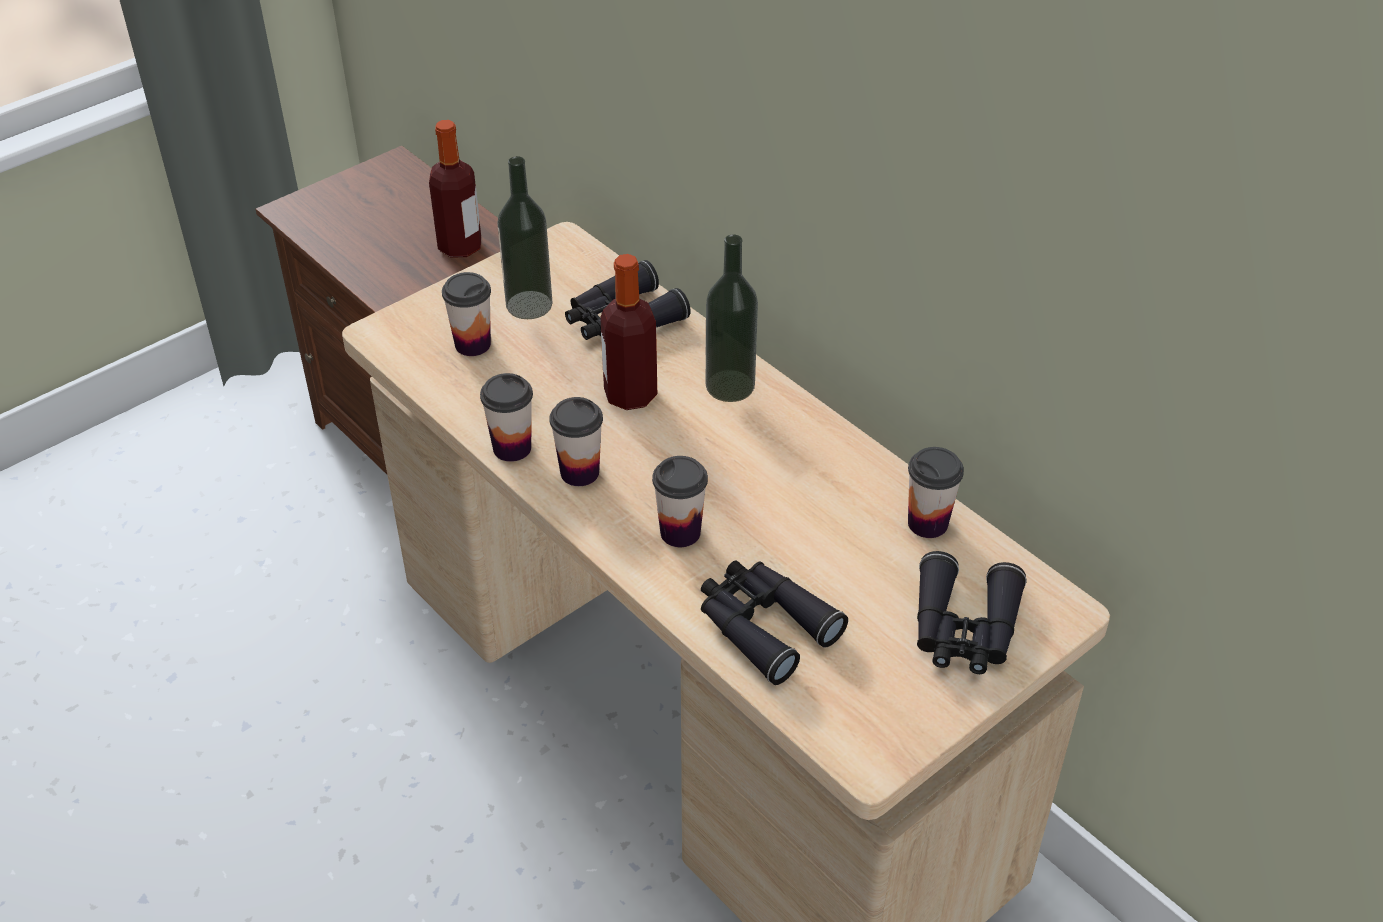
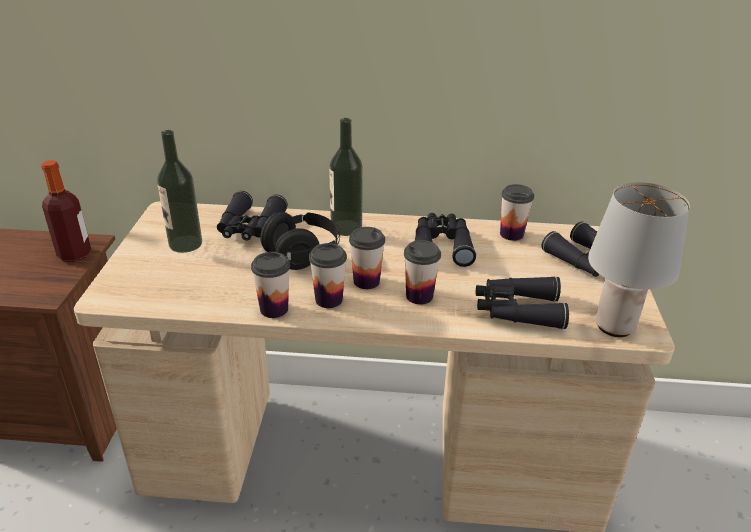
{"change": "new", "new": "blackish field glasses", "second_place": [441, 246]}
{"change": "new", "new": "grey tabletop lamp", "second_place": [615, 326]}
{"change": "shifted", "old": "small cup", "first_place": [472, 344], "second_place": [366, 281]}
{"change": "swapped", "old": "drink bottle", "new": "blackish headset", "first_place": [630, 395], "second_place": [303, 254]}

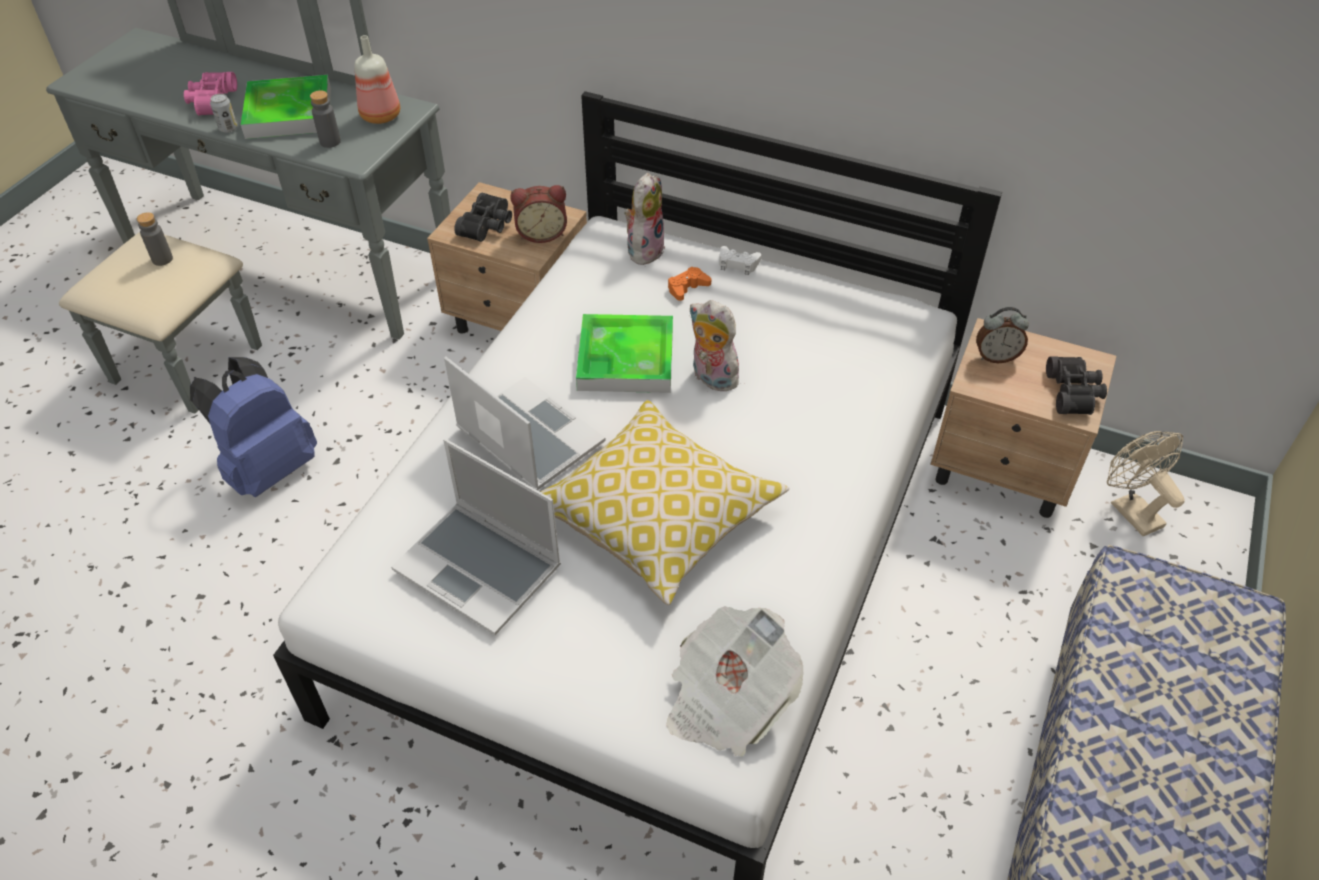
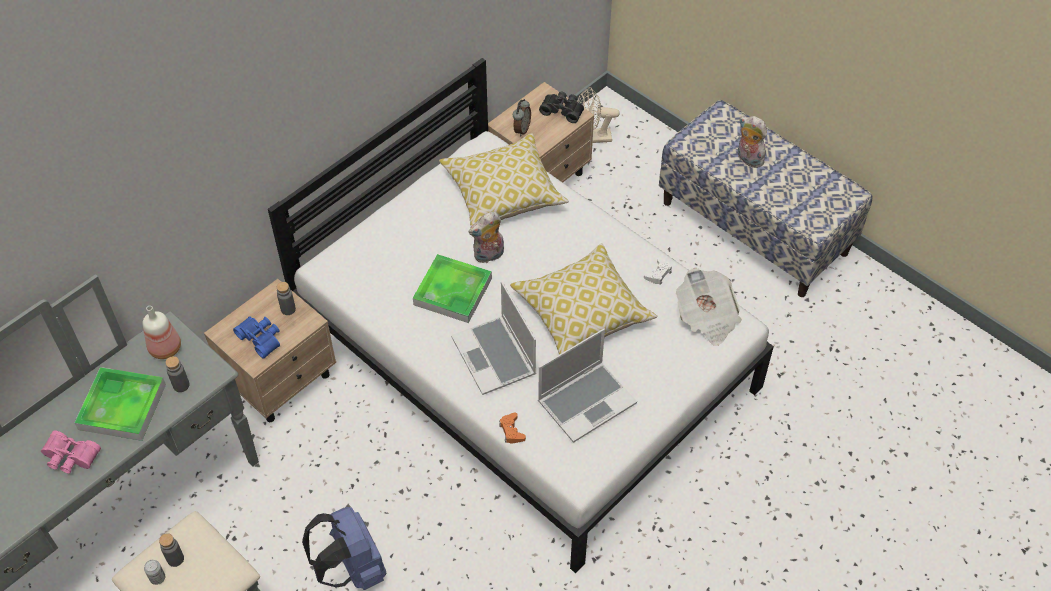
{"change": "new", "new": "cushion", "second_place": [503, 193]}
{"change": "shifted", "old": "can", "first_place": [228, 128], "second_place": [157, 578]}
{"change": "shifted", "old": "soft toy", "first_place": [644, 249], "second_place": [747, 159]}
{"change": "shifted", "old": "orange game controller", "first_place": [687, 288], "second_place": [511, 431]}
{"change": "shifted", "old": "whitish game controller", "first_place": [738, 264], "second_place": [658, 274]}
{"change": "swapped", "old": "bedside clock", "new": "grey drink bottle", "first_place": [541, 233], "second_place": [288, 309]}
{"change": "repainted", "old": "blackish field glasses", "new": "blue field glasses", "first_place": [488, 226], "second_place": [261, 338]}
{"change": "rotated", "old": "notebook computer", "first_place": [527, 436], "second_place": [495, 357], "degrees": -90}

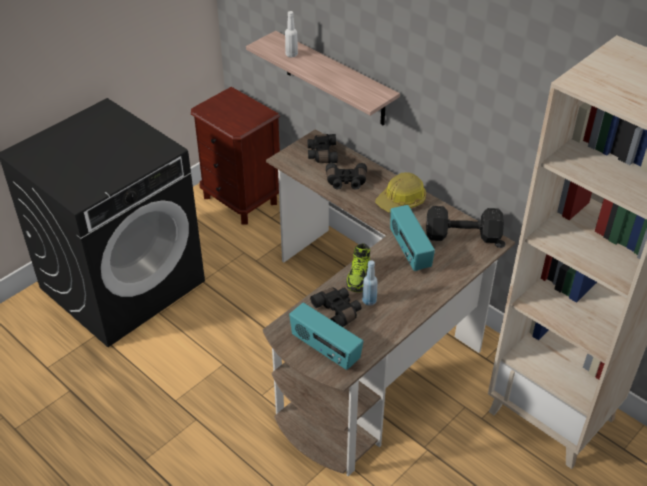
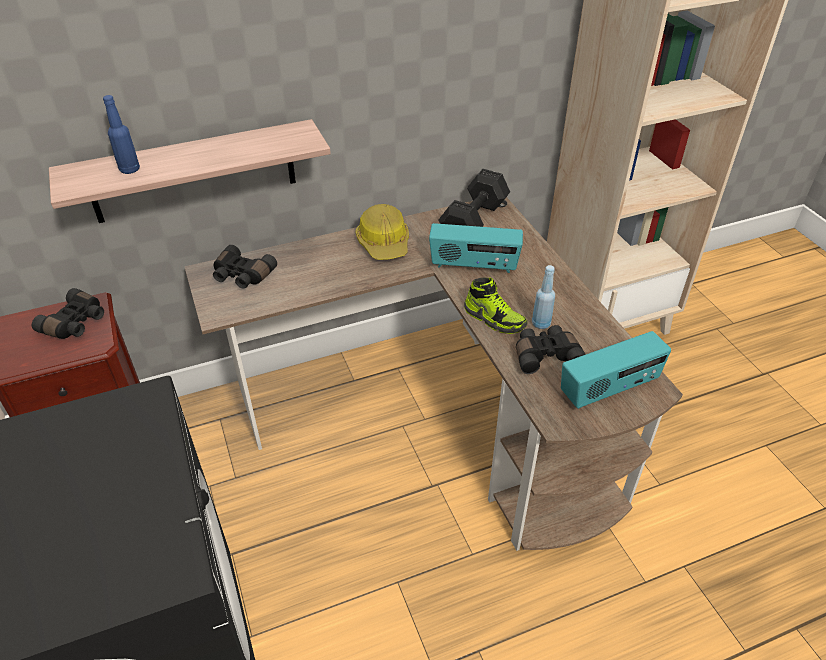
{"change": "shifted", "old": "blackish field glasses", "first_place": [346, 182], "second_place": [76, 323]}
{"change": "repainted", "old": "whitish drink bottle", "new": "blue drink bottle", "first_place": [291, 54], "second_place": [130, 169]}

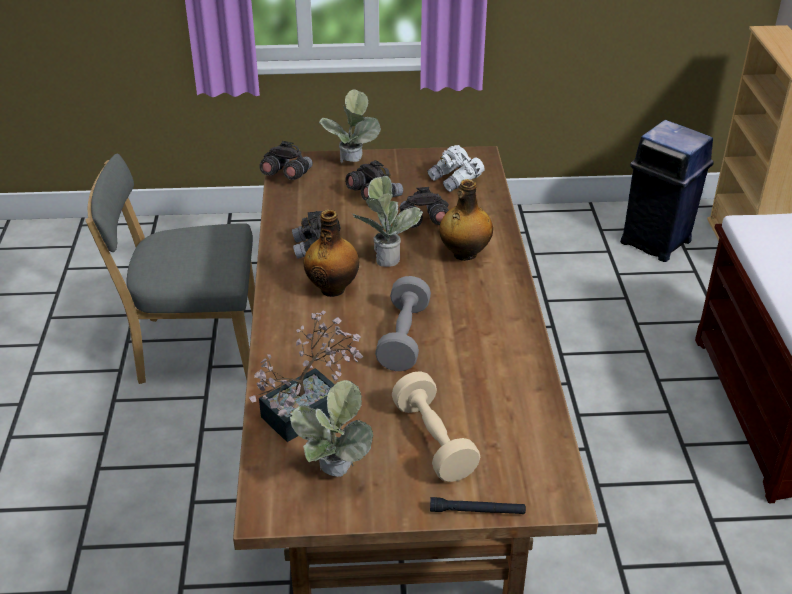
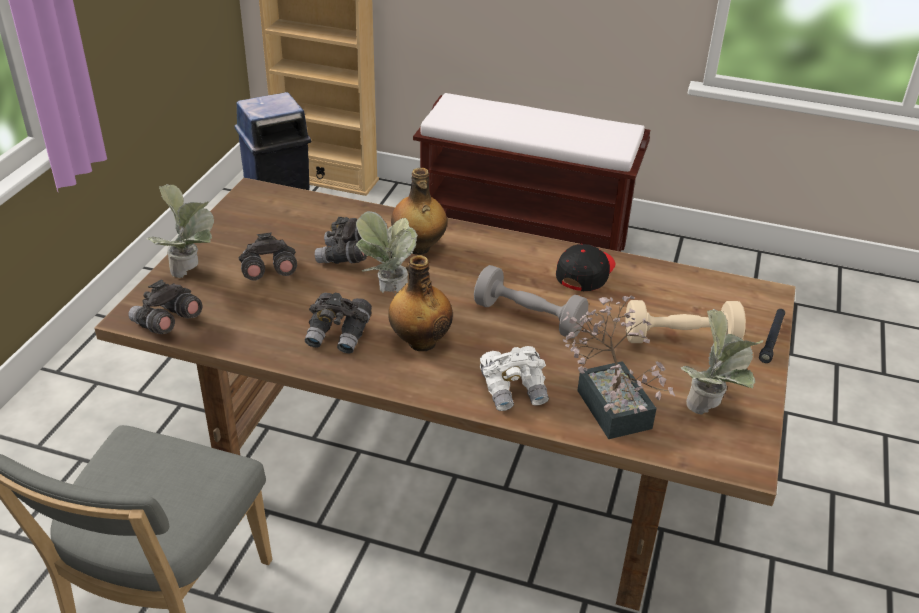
{"change": "new", "new": "blackish cap", "second_place": [585, 273]}
{"change": "shifted", "old": "whitish field glasses", "first_place": [456, 180], "second_place": [514, 390]}

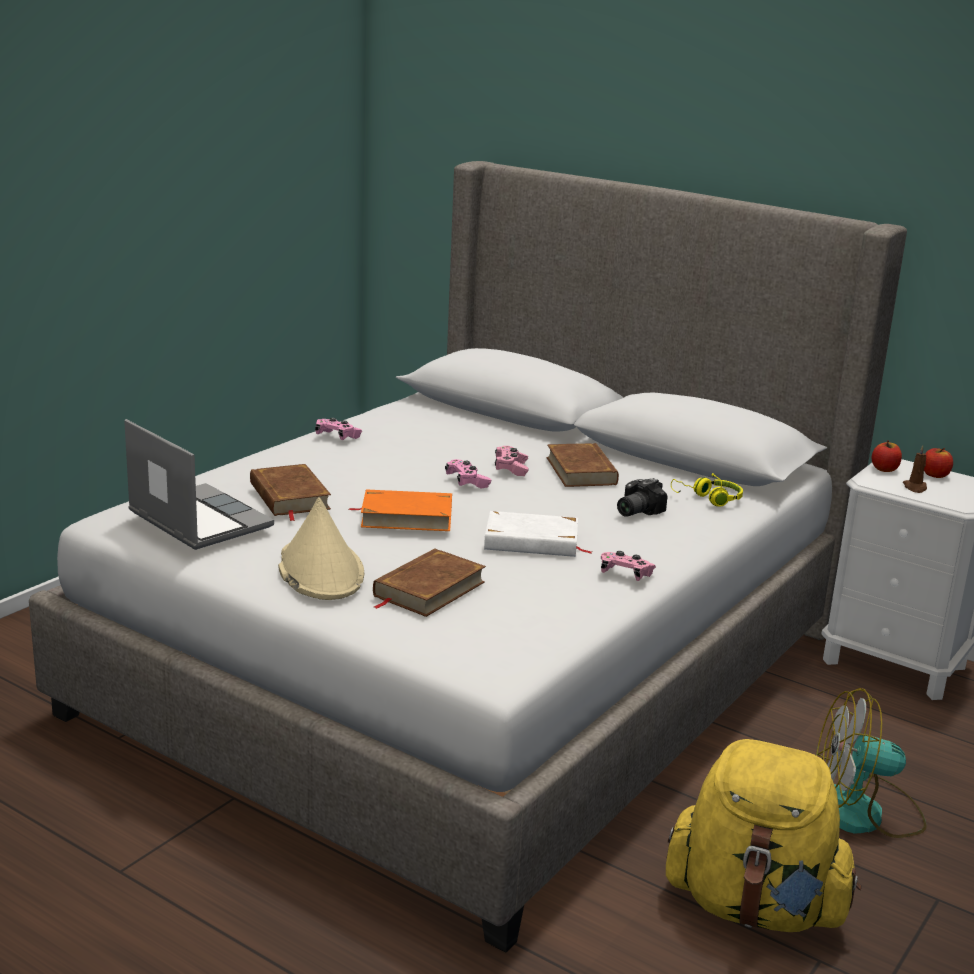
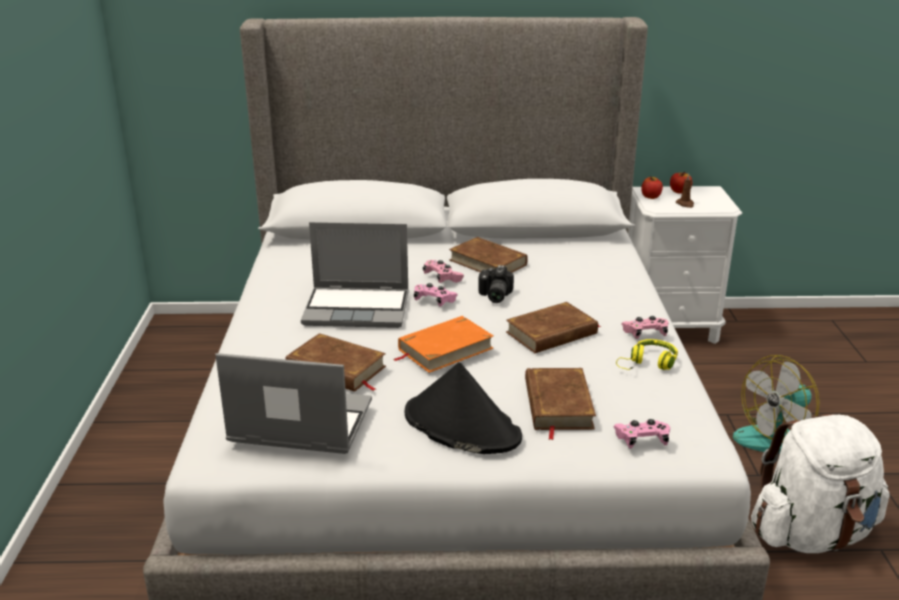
{"change": "new", "new": "notebook computer", "second_place": [358, 309]}
{"change": "shifted", "old": "pink-coloured game controller", "first_place": [337, 437], "second_place": [641, 440]}
{"change": "shifted", "old": "still camera", "first_place": [635, 511], "second_place": [493, 296]}
{"change": "shifted", "old": "yellowish headset", "first_place": [709, 499], "second_place": [648, 363]}
{"change": "repainted", "old": "beige wearable hat", "new": "blackish wearable hat", "first_place": [320, 570], "second_place": [461, 426]}
{"change": "repainted", "old": "whitish book", "new": "brown book", "first_place": [532, 541], "second_place": [552, 333]}
{"change": "repainted", "old": "yellowish rucksack", "new": "whitish rucksack", "first_place": [754, 907], "second_place": [811, 534]}

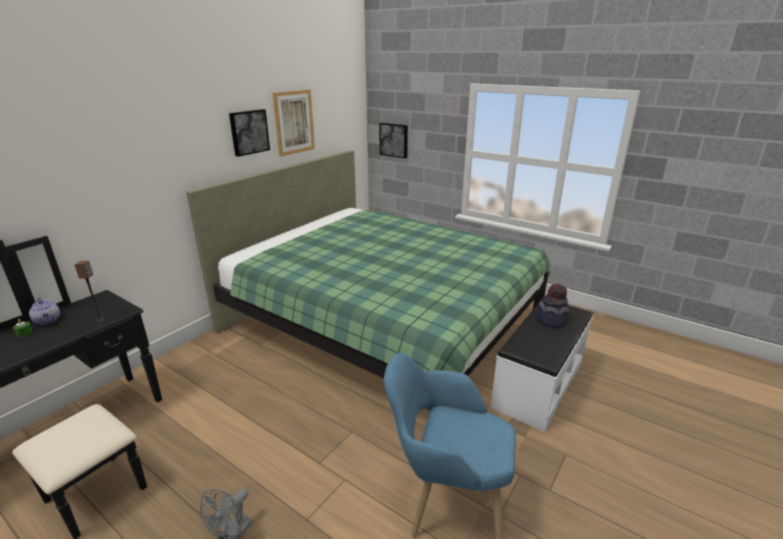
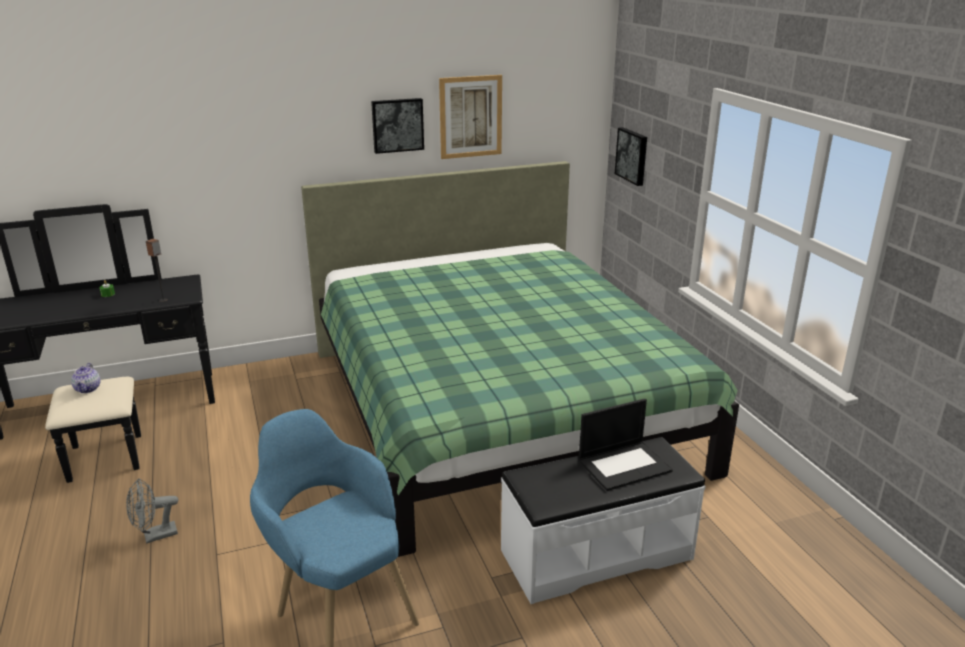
{"change": "shifted", "old": "pot for tea", "first_place": [48, 320], "second_place": [88, 389]}
{"change": "swapped", "old": "wearable hat", "new": "notebook computer", "first_place": [551, 320], "second_place": [624, 465]}

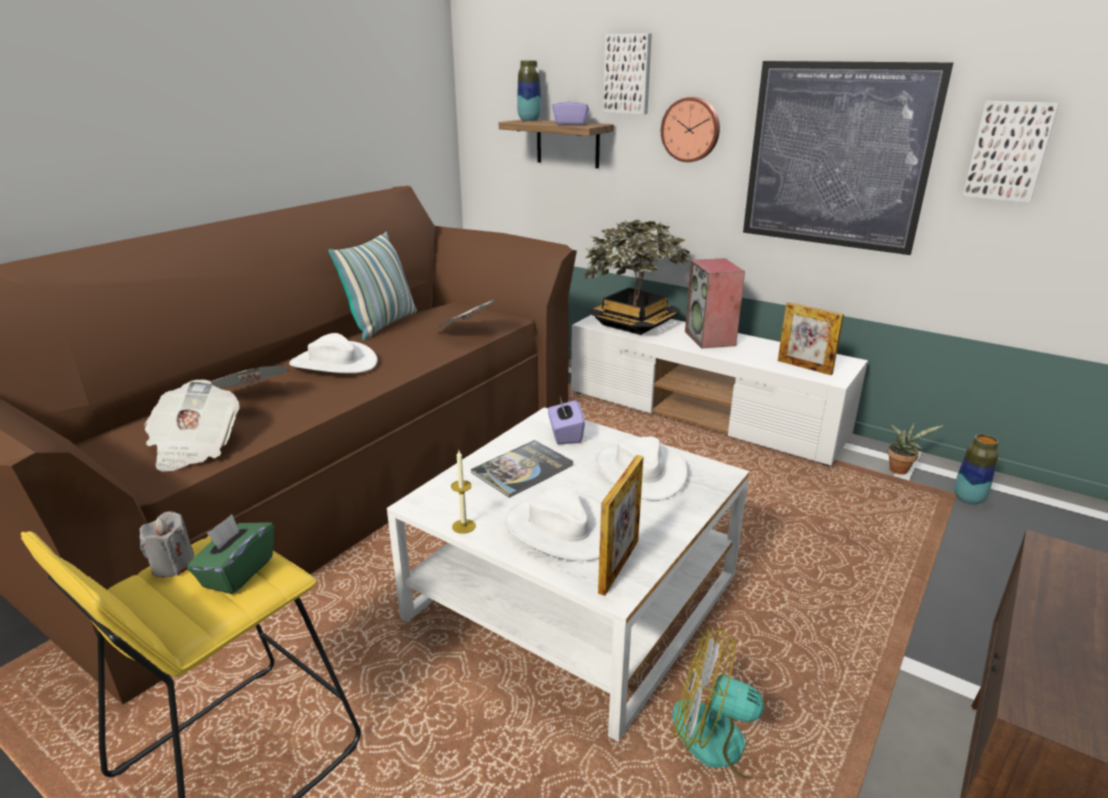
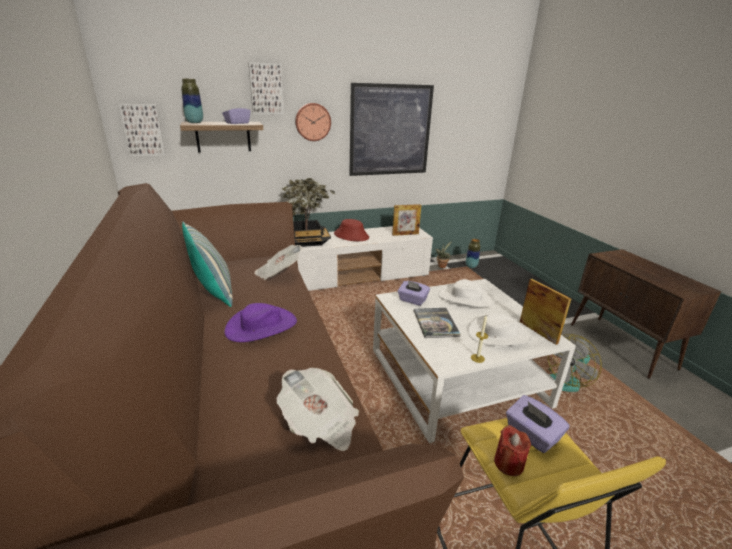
{"change": "gone", "old": "daily paper", "first_place": [252, 397]}
{"change": "shifted", "old": "wall art", "first_place": [1009, 151], "second_place": [143, 130]}
{"change": "swapped", "old": "loudspeaker", "new": "red wearable hat", "first_place": [710, 338], "second_place": [351, 235]}
{"change": "repainted", "old": "grey wax candle", "new": "red wax candle", "first_place": [173, 565], "second_place": [508, 463]}
{"change": "repainted", "old": "greenish tissue holder", "new": "purplish tissue holder", "first_place": [237, 572], "second_place": [531, 435]}
{"change": "repainted", "old": "whitish wearable hat", "new": "purplish wearable hat", "first_place": [333, 363], "second_place": [261, 326]}

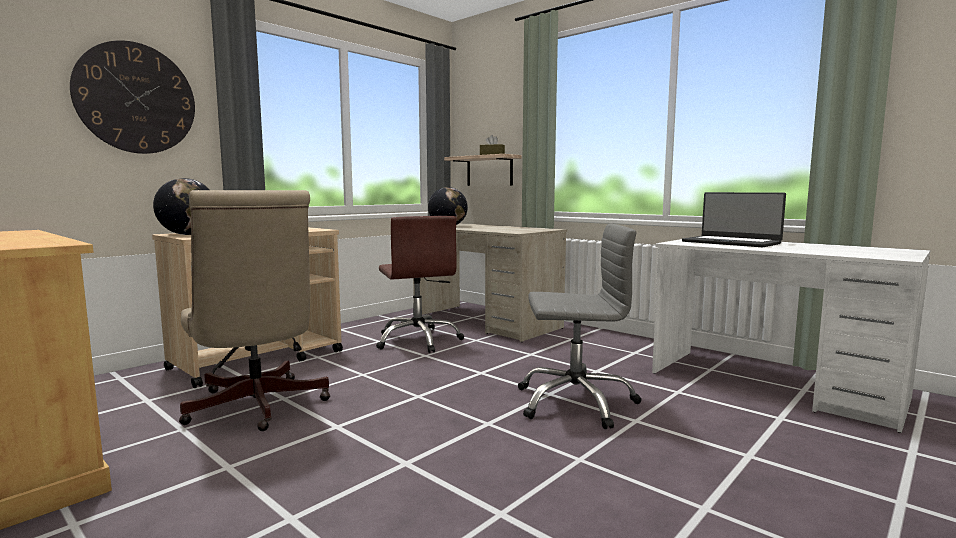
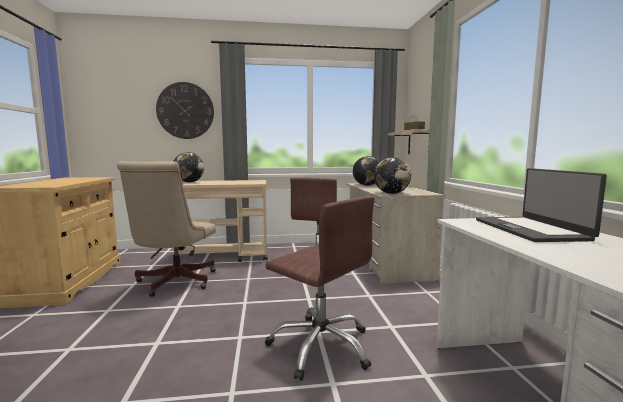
{"change": "new", "new": "globe", "second_place": [391, 193]}
{"change": "repainted", "old": "grey office chair", "new": "brown office chair", "first_place": [575, 402], "second_place": [321, 346]}

